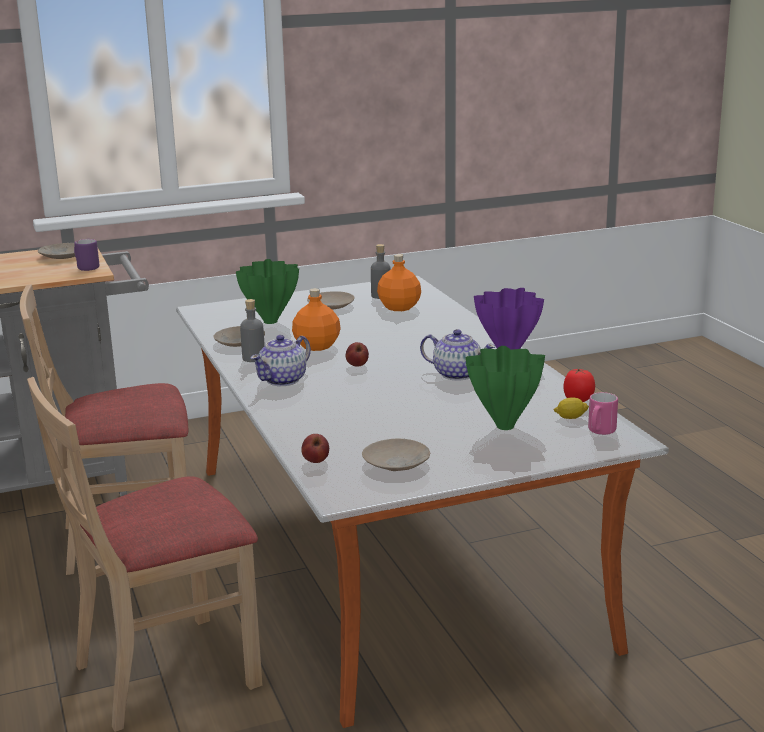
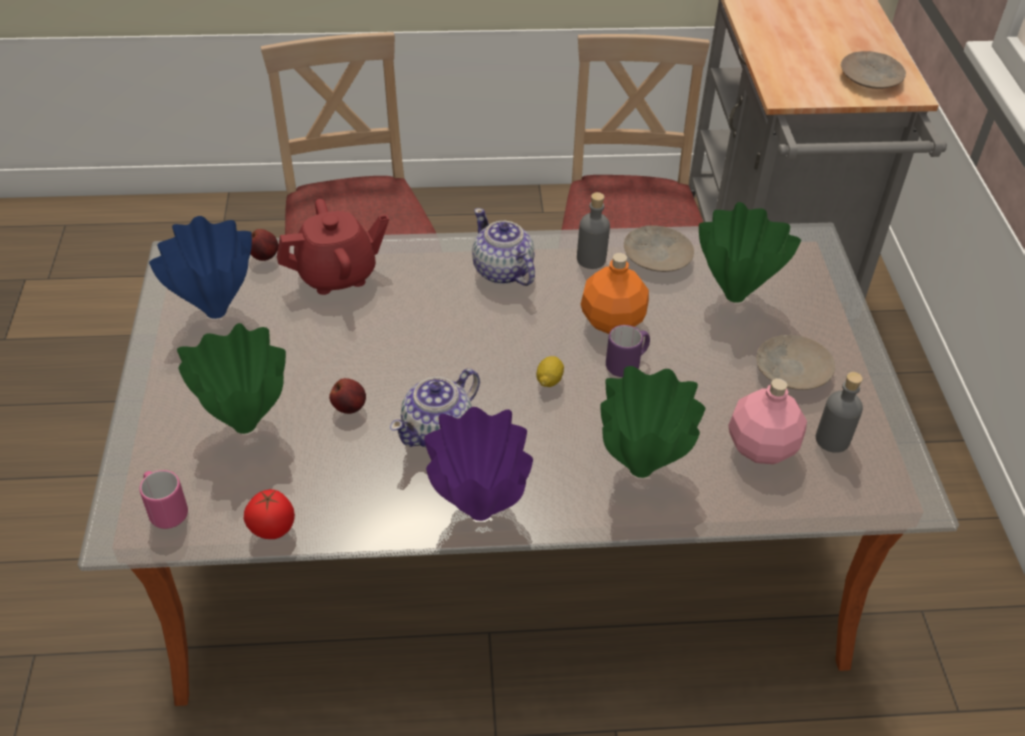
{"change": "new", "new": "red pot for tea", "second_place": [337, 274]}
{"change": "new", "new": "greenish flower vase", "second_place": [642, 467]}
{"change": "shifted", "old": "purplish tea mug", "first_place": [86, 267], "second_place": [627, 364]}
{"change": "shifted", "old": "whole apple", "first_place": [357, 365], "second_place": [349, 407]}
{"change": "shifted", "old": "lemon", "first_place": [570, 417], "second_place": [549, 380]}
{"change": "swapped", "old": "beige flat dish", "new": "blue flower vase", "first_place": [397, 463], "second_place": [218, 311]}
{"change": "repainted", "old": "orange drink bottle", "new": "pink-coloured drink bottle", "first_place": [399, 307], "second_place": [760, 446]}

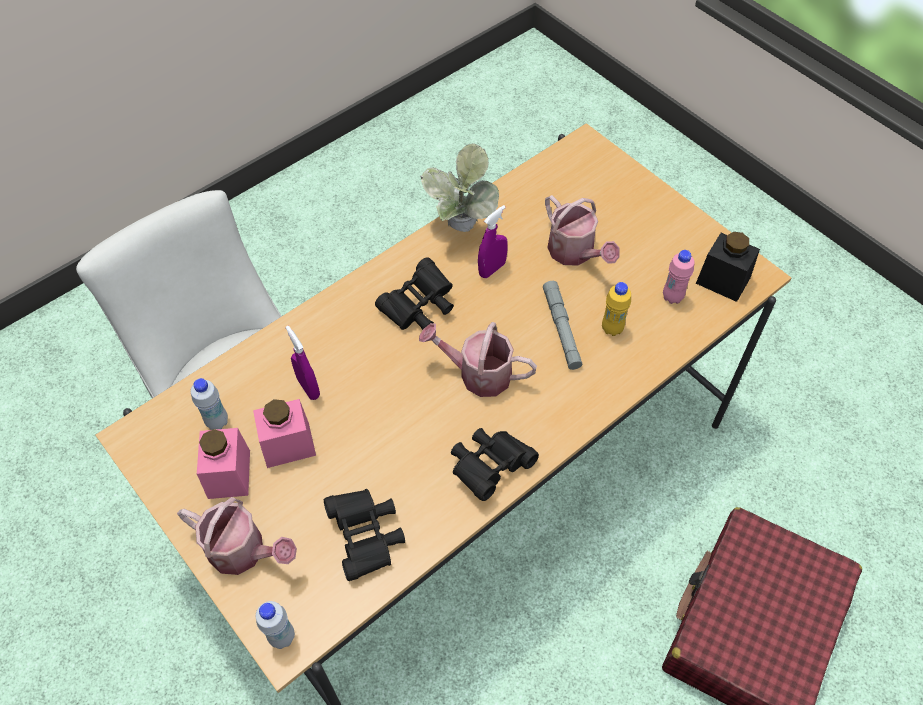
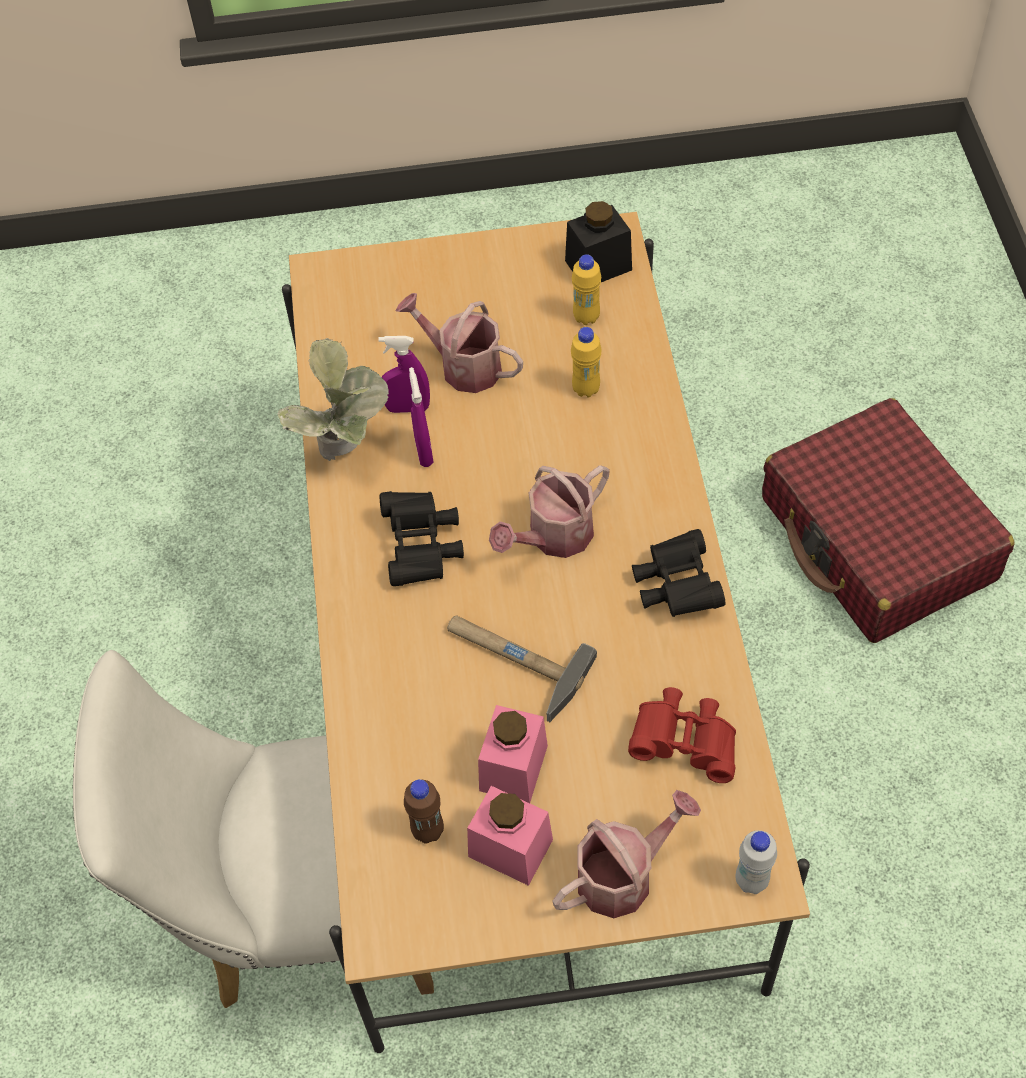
{"change": "gone", "old": "grey flashlight", "first_place": [561, 328]}
{"change": "new", "new": "tool hammer", "second_place": [513, 660]}
{"change": "shifted", "old": "purplish hand sprayer", "first_place": [308, 387], "second_place": [407, 408]}
{"change": "repainted", "old": "whitish drink bottle", "new": "brown drink bottle", "first_place": [217, 422], "second_place": [428, 830]}
{"change": "repainted", "old": "blackish field glasses", "new": "red field glasses", "first_place": [366, 537], "second_place": [685, 743]}
{"change": "repainted", "old": "pink-coloured drink bottle", "new": "yellowish drink bottle", "first_place": [672, 297], "second_place": [586, 317]}
{"change": "rotated", "old": "watering pot", "first_place": [575, 253], "second_place": [463, 366], "degrees": -150}

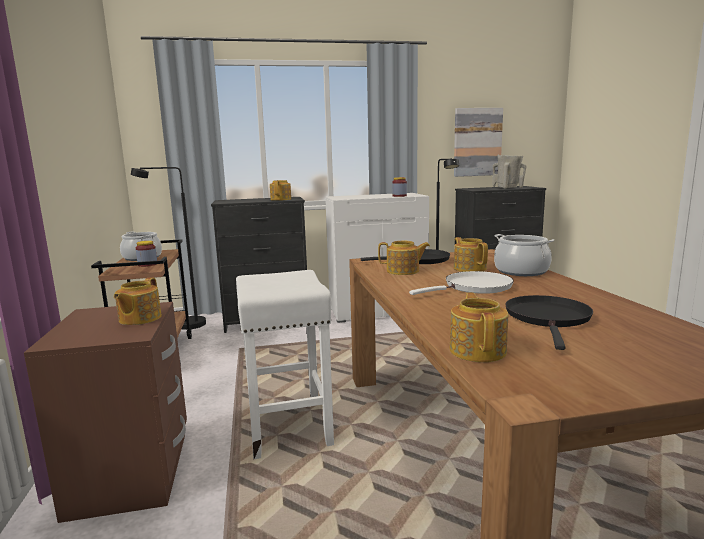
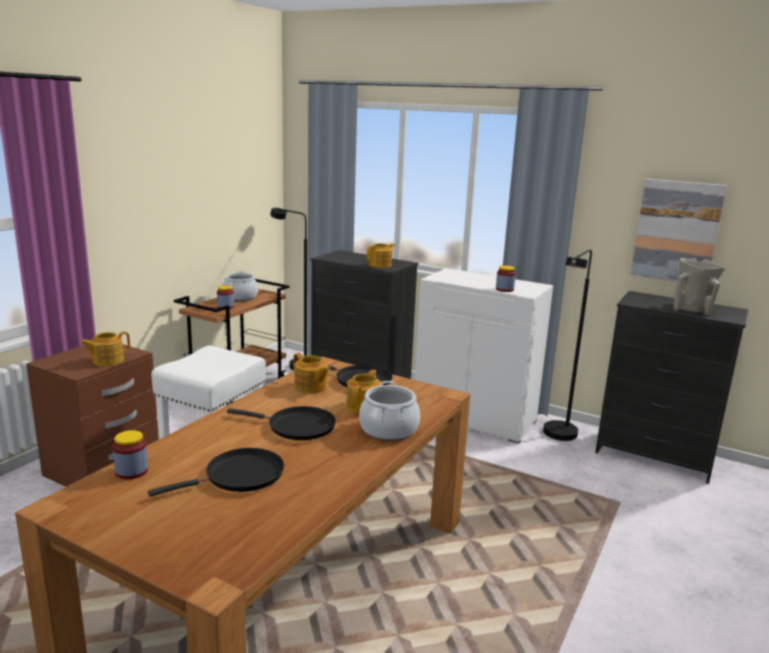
{"change": "swapped", "old": "pot for tea", "new": "storage jar", "first_place": [478, 350], "second_place": [131, 471]}
{"change": "repainted", "old": "whitish pan", "new": "blackish pan", "first_place": [474, 287], "second_place": [297, 427]}

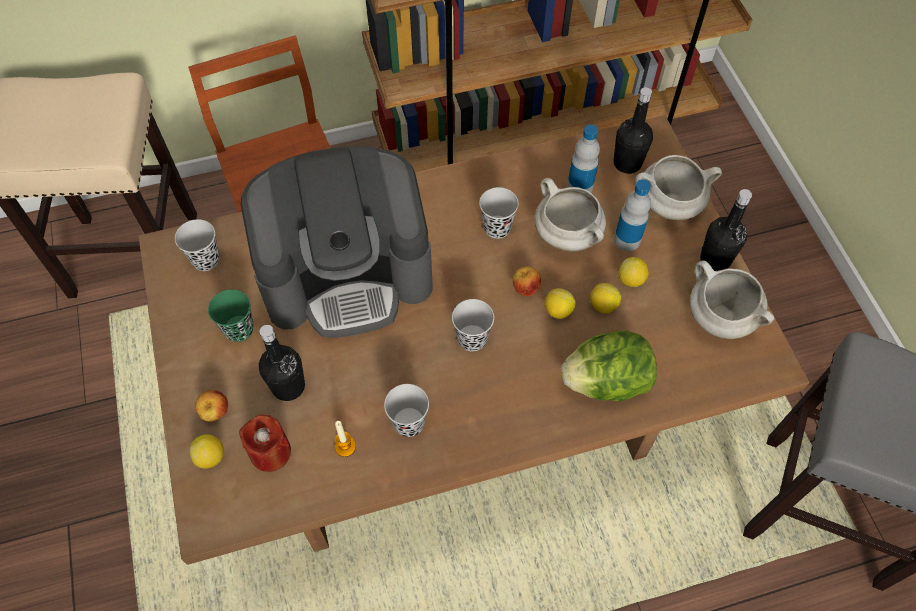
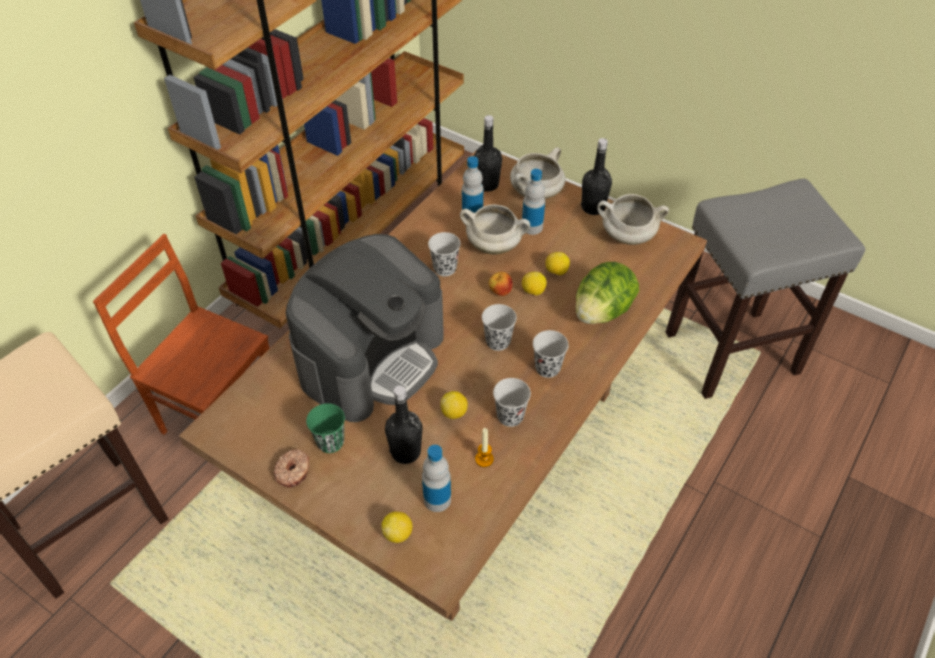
{"change": "gone", "old": "whole apple", "first_place": [215, 412]}
{"change": "new", "new": "ring doughnut", "second_place": [293, 472]}
{"change": "shifted", "old": "blackish small cup", "first_place": [206, 260], "second_place": [547, 368]}
{"change": "shifted", "old": "lemon", "first_place": [631, 280], "second_place": [454, 412]}
{"change": "swapped", "old": "red wax candle", "new": "drink bottle", "first_place": [270, 452], "second_place": [437, 499]}

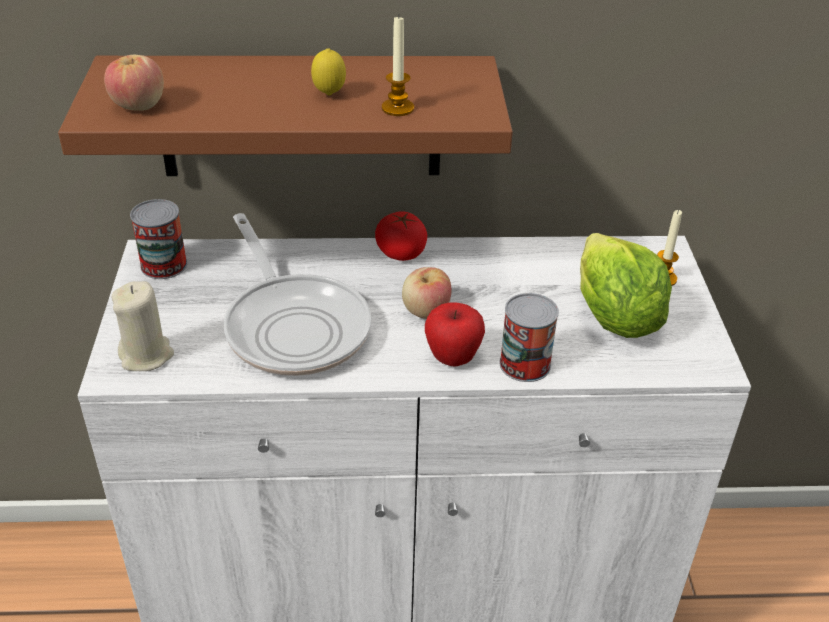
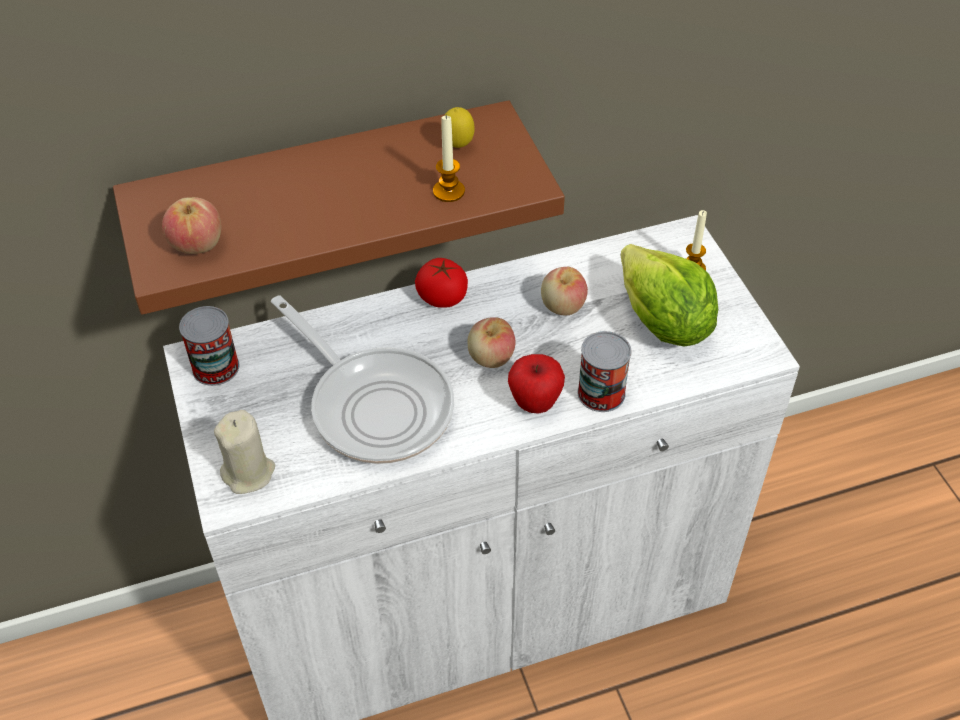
{"change": "new", "new": "whole apple", "second_place": [563, 306]}
{"change": "shifted", "old": "lemon", "first_place": [329, 95], "second_place": [458, 146]}

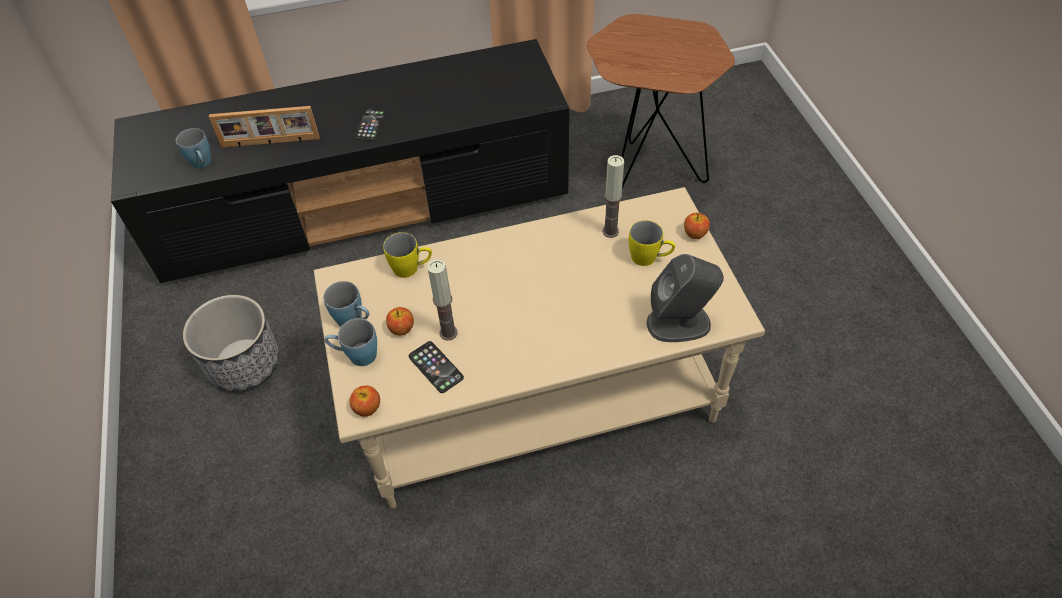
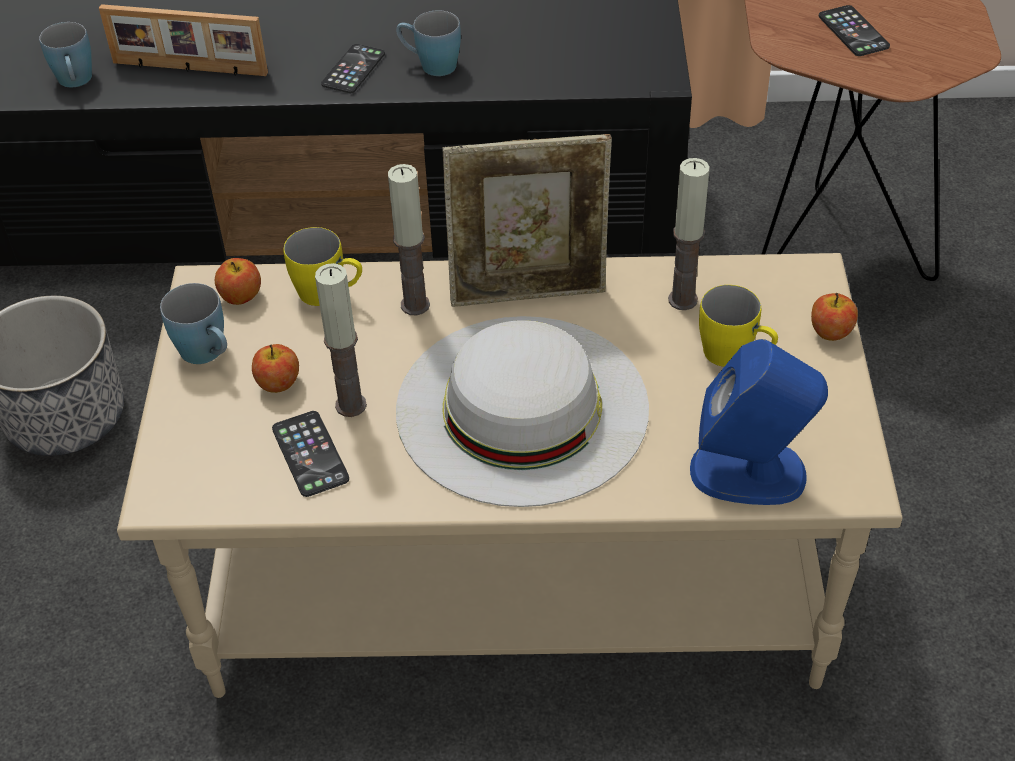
{"change": "new", "new": "wax candle", "second_place": [415, 305]}
{"change": "new", "new": "whitish wearable hat", "second_place": [522, 407]}
{"change": "new", "new": "photo frame", "second_place": [529, 293]}
{"change": "new", "new": "handset", "second_place": [853, 32]}
{"change": "shifted", "old": "blue tea mug", "first_place": [356, 355], "second_place": [430, 65]}
{"change": "shifted", "old": "whole apple", "first_place": [367, 408], "second_place": [241, 296]}
{"change": "repainted", "old": "grey loudspeaker", "new": "blue loudspeaker", "first_place": [679, 323], "second_place": [750, 472]}

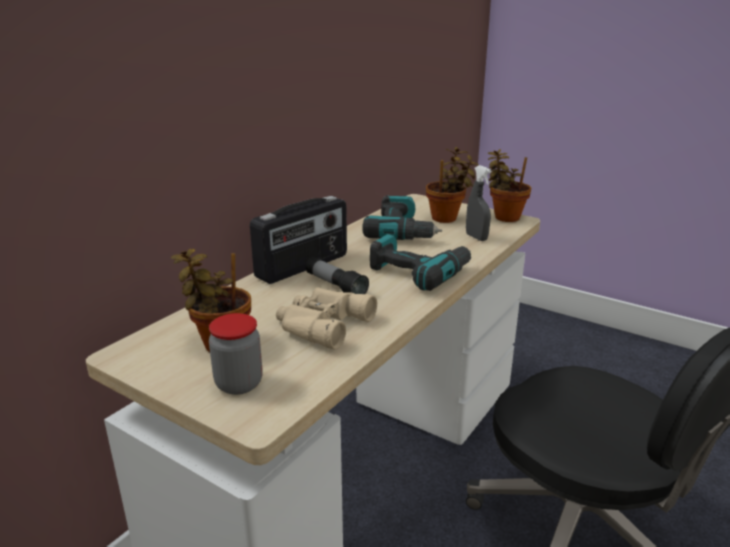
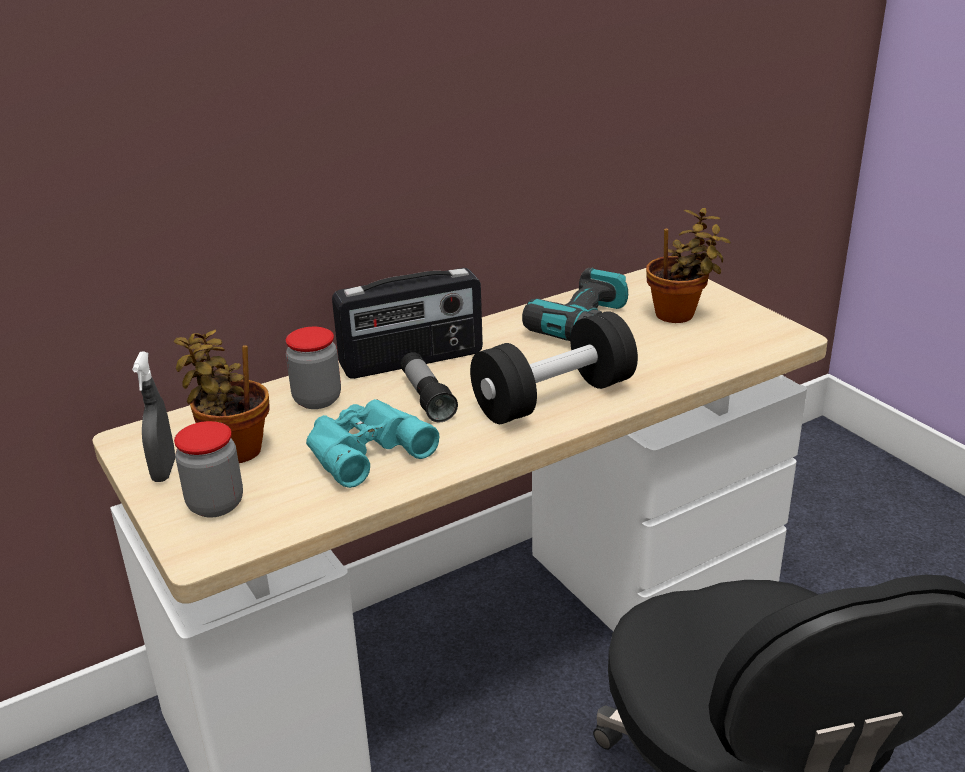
{"change": "gone", "old": "potted plant", "first_place": [504, 217]}
{"change": "new", "new": "storage jar", "second_place": [317, 399]}
{"change": "shifted", "old": "grey hand sprayer", "first_place": [476, 237], "second_place": [164, 470]}
{"change": "swapped", "old": "power drill", "new": "blackish hand weight", "first_place": [419, 272], "second_place": [554, 398]}
{"change": "repainted", "old": "beige field glasses", "new": "blue-green field glasses", "first_place": [320, 324], "second_place": [363, 449]}

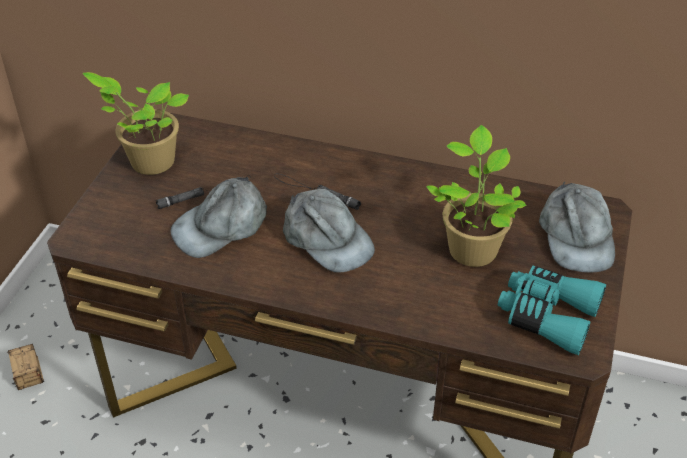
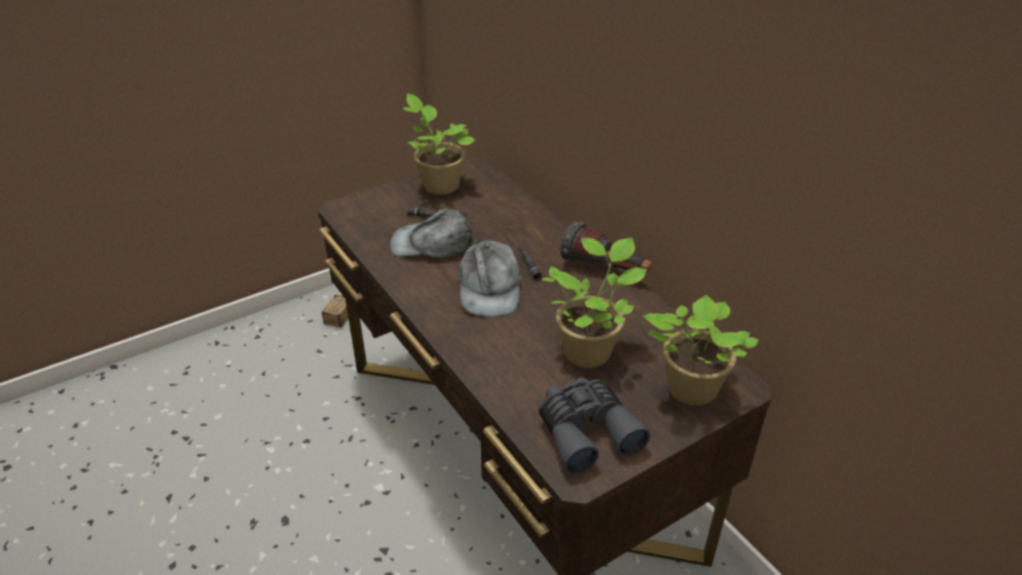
{"change": "new", "new": "flashlight", "second_place": [605, 270]}
{"change": "swapped", "old": "grey cap", "new": "potted plant", "first_place": [576, 237], "second_place": [688, 390]}
{"change": "repainted", "old": "blue-green field glasses", "new": "grey field glasses", "first_place": [547, 315], "second_place": [586, 431]}

